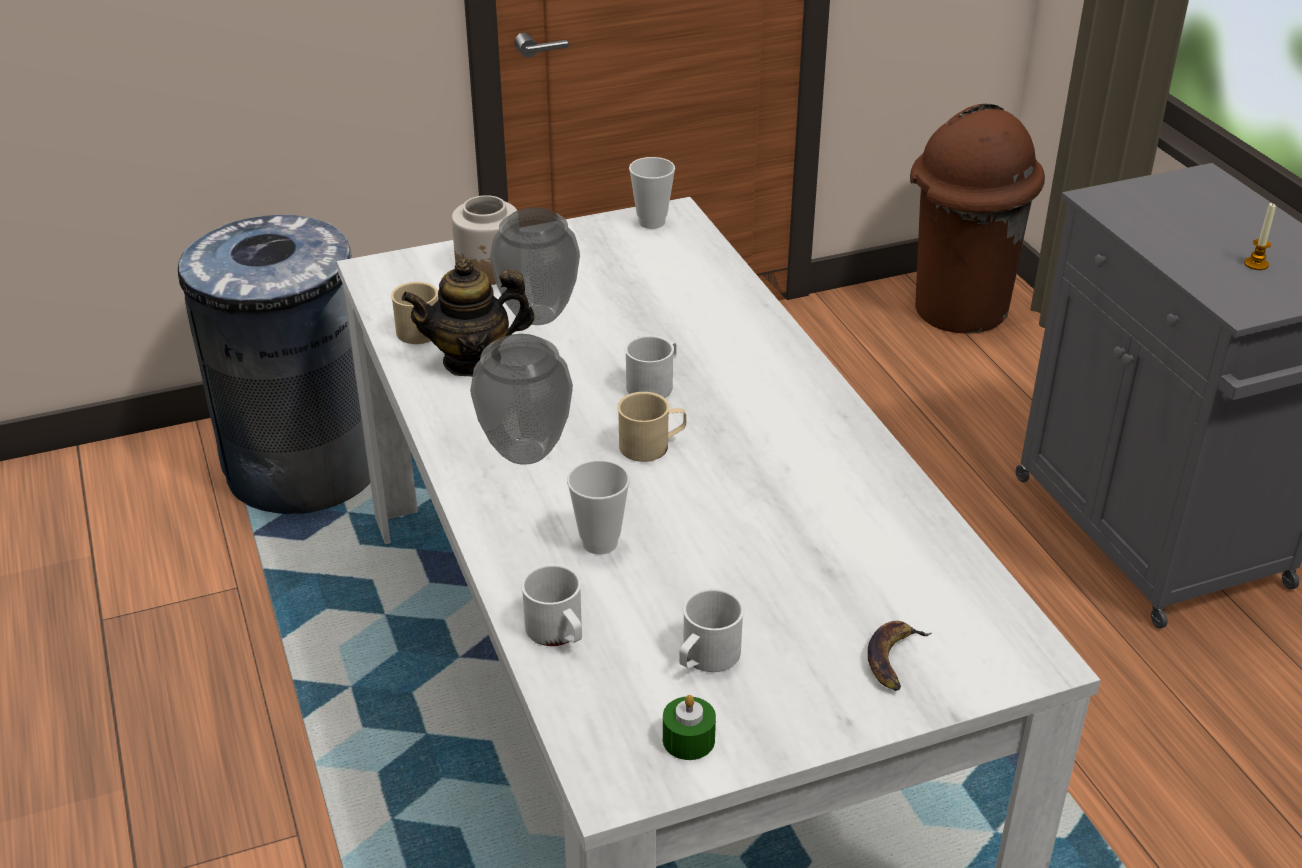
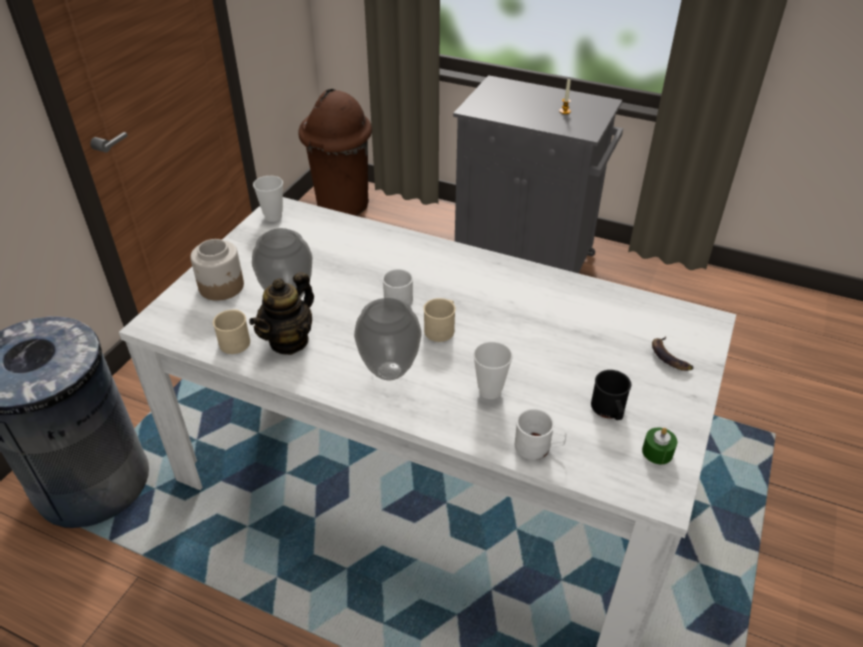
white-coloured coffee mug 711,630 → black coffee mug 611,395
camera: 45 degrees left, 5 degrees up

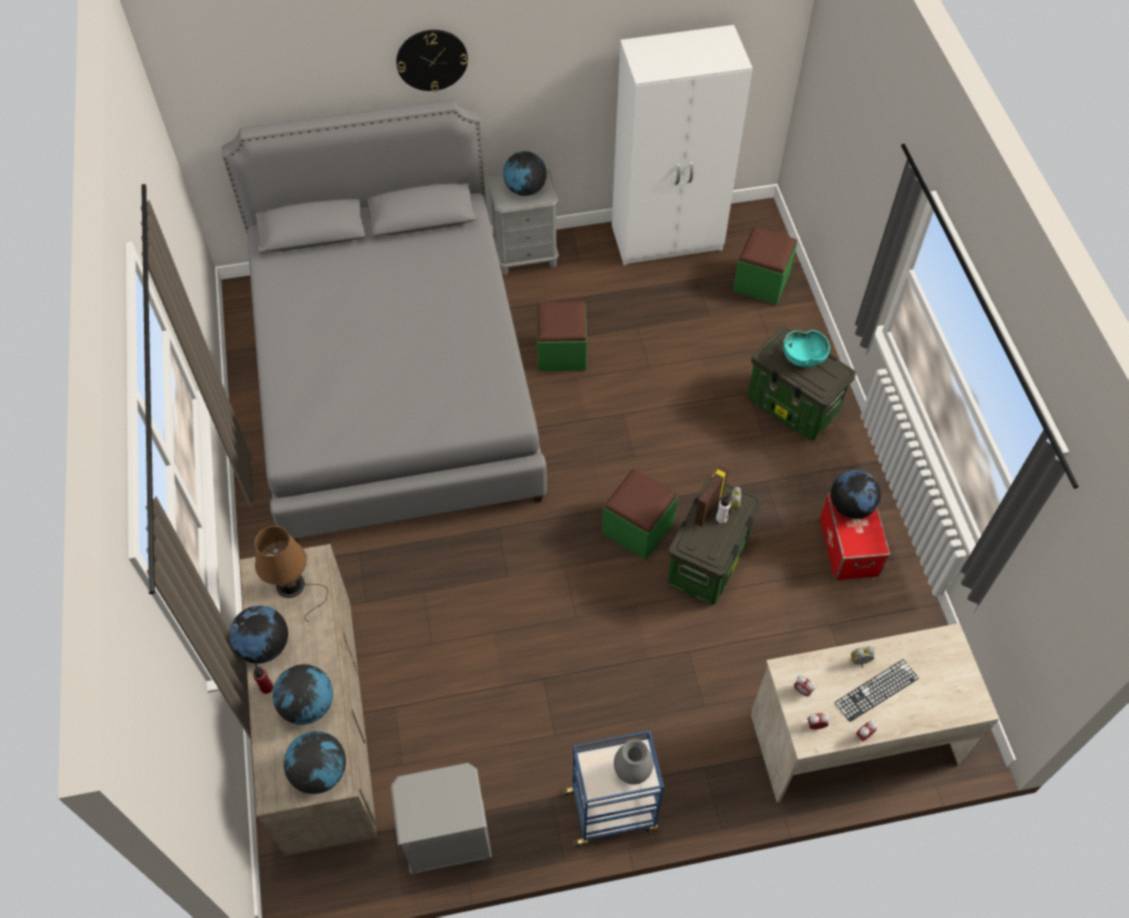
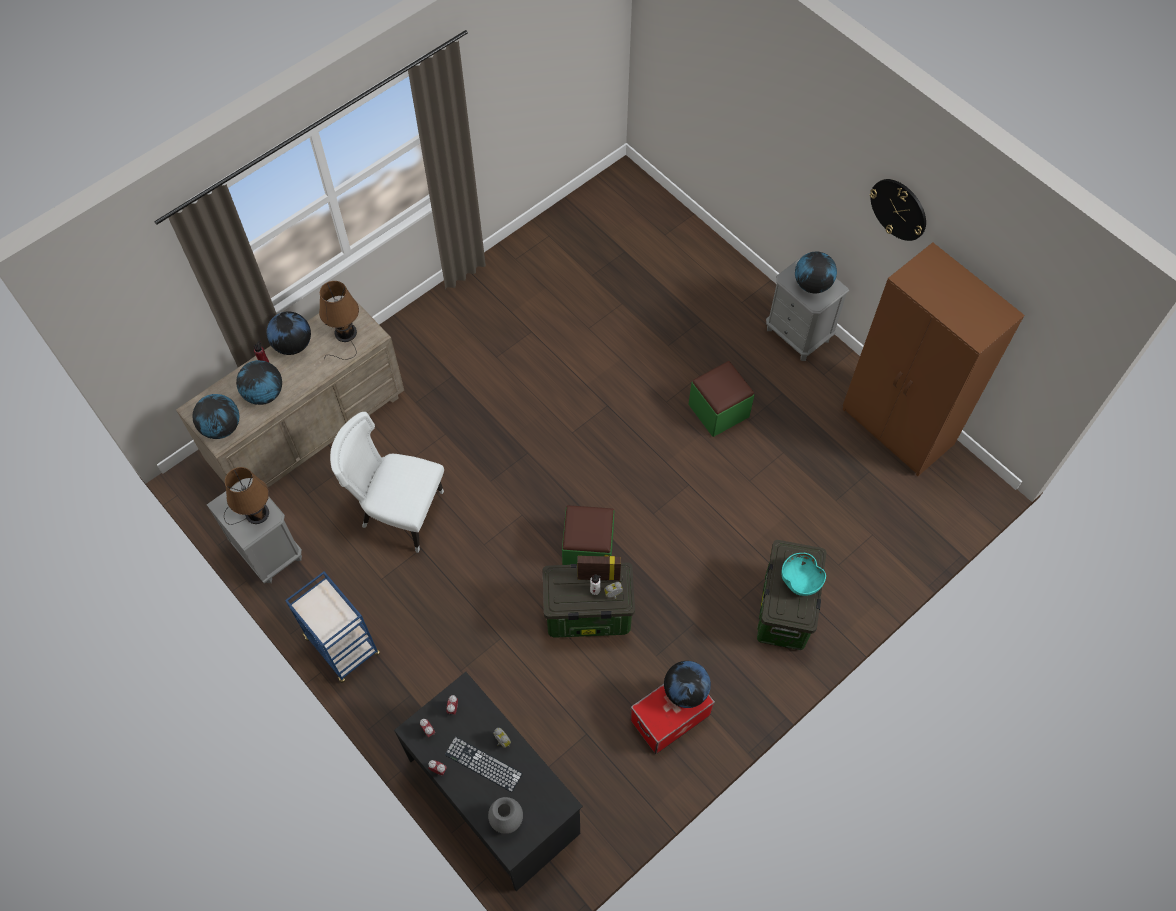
white-coloured armoire 682,145 → brownish armoire 933,359
wall clock 432,61 → wall clock 898,210, move
greyish bed 384,321 → -
green pouffe 765,265 → -
sand-coloured desk 875,713 → black desk 488,781
greyish flower vase 634,762 → greyish flower vase 505,815, move
- → white-coloured upright chair 387,482
- → brownish tabletop lamp 246,496
camera: 60 degrees right, 5 degrees up

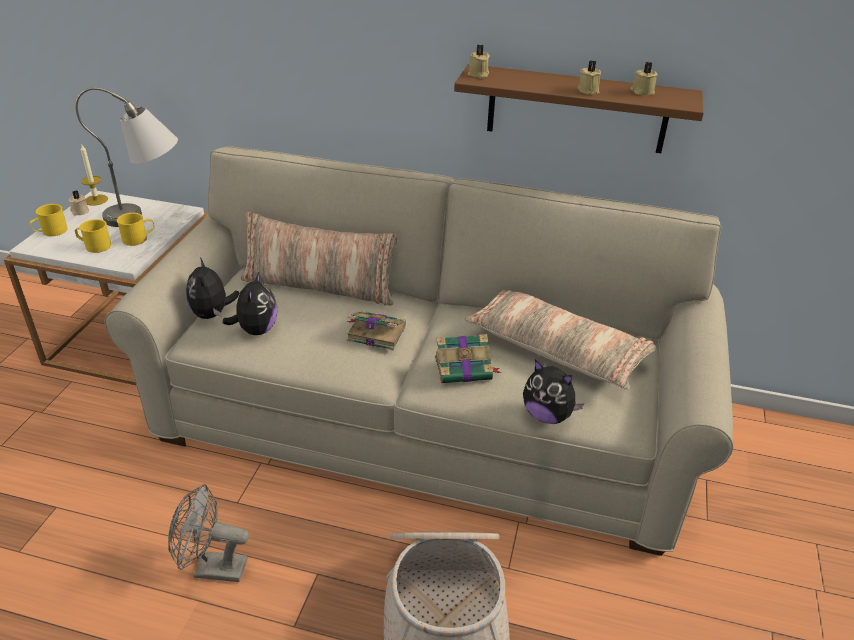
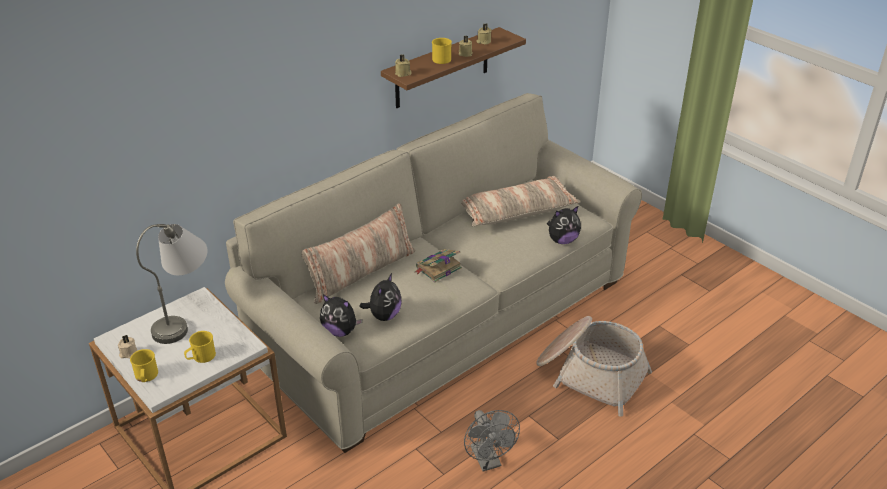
wax light 94,175 → -
yellow coffee mug 135,229 → yellow coffee mug 442,51, move
cuddly toy 250,303 → cuddly toy 380,297, 75 degrees clockwise
book 468,358 → -
greyish electric fan 208,533 → greyish electric fan 492,440, 60 degrees counterclockwise
camera: 55 degrees left, 0 degrees up

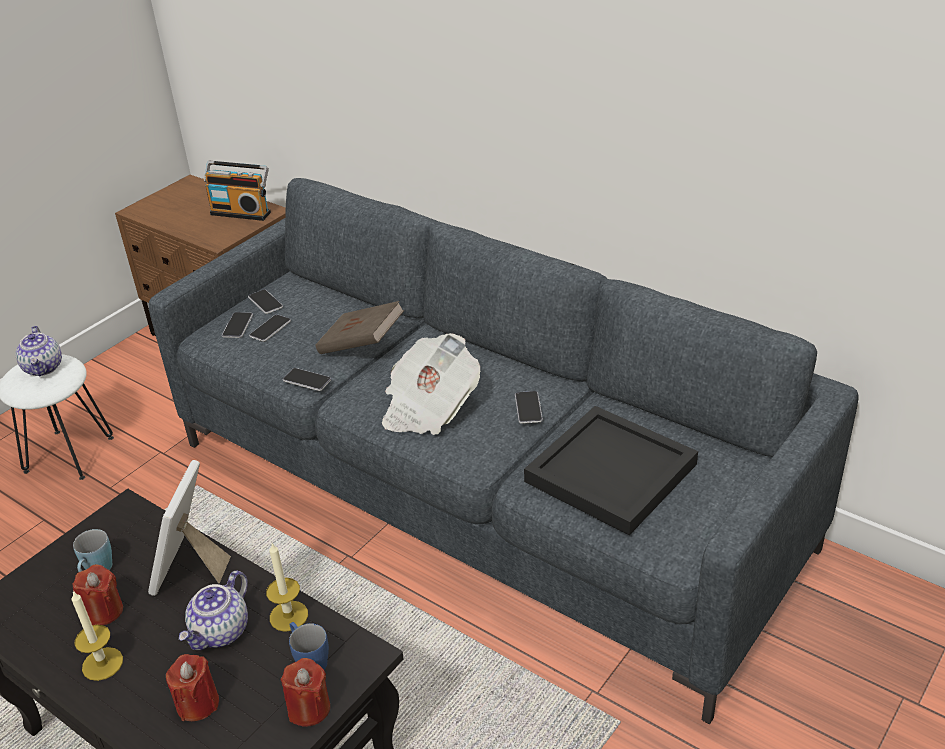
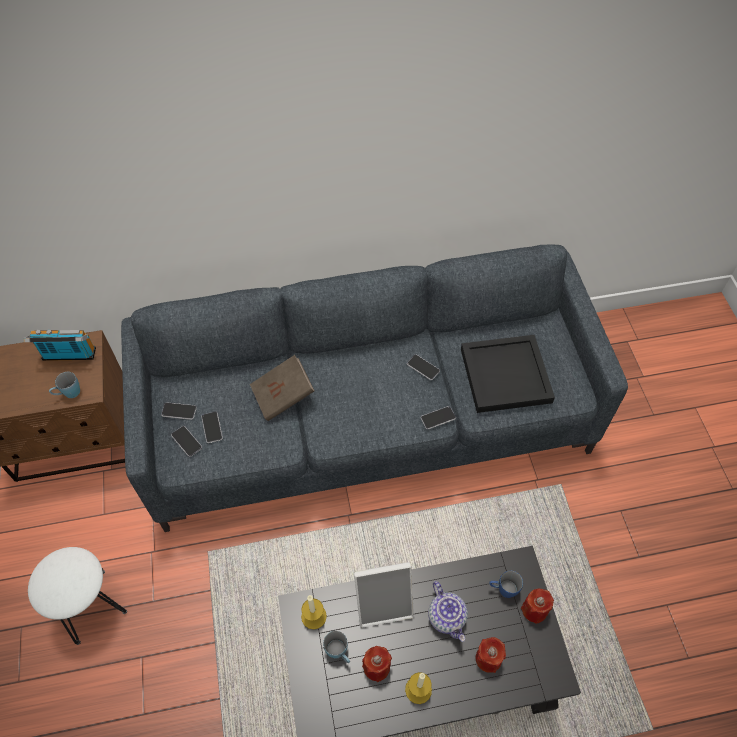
radio set 237,191 → radio set 59,345, 150 degrees counterclockwise
tea pot 38,351 → -
daily paper 431,384 → -
handset 307,379 → handset 438,417, move
photo frame 189,528 → photo frame 384,595, 60 degrees counterclockwise
wax light 287,587 → wax light 314,612, move
- → blue-coloured coffee mug 64,385
camera: 50 degrees left, 20 degrees up

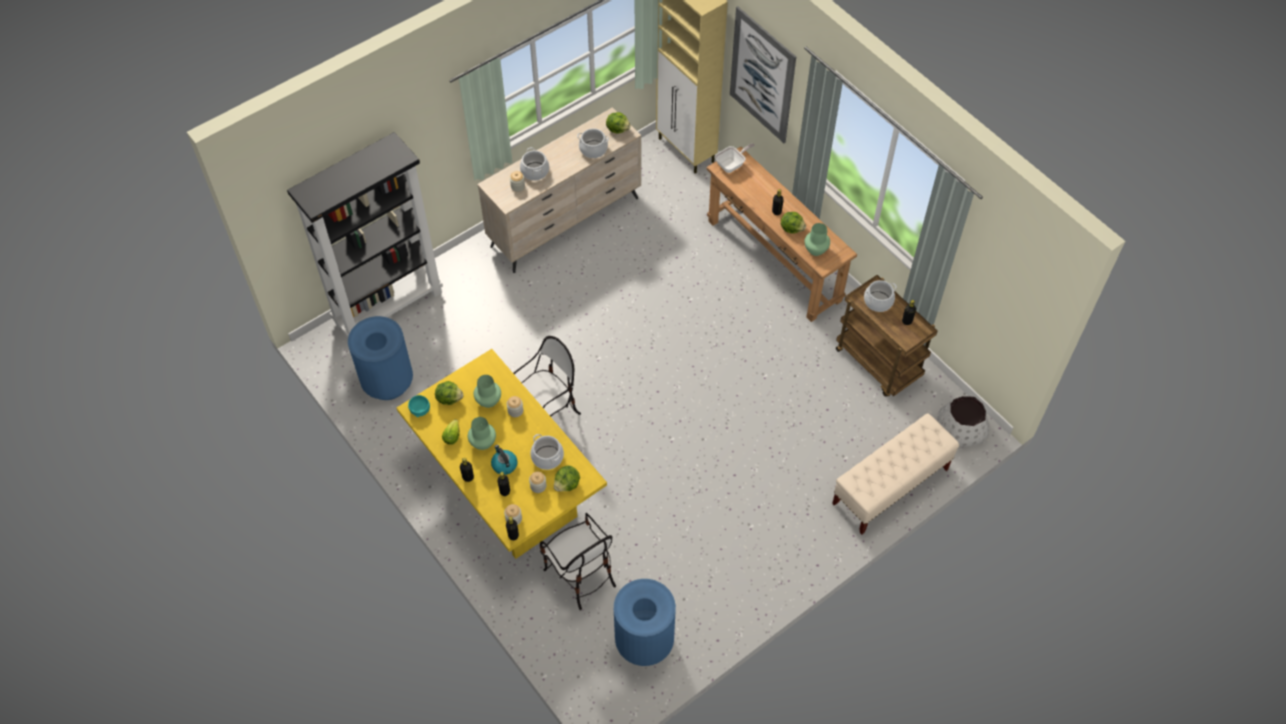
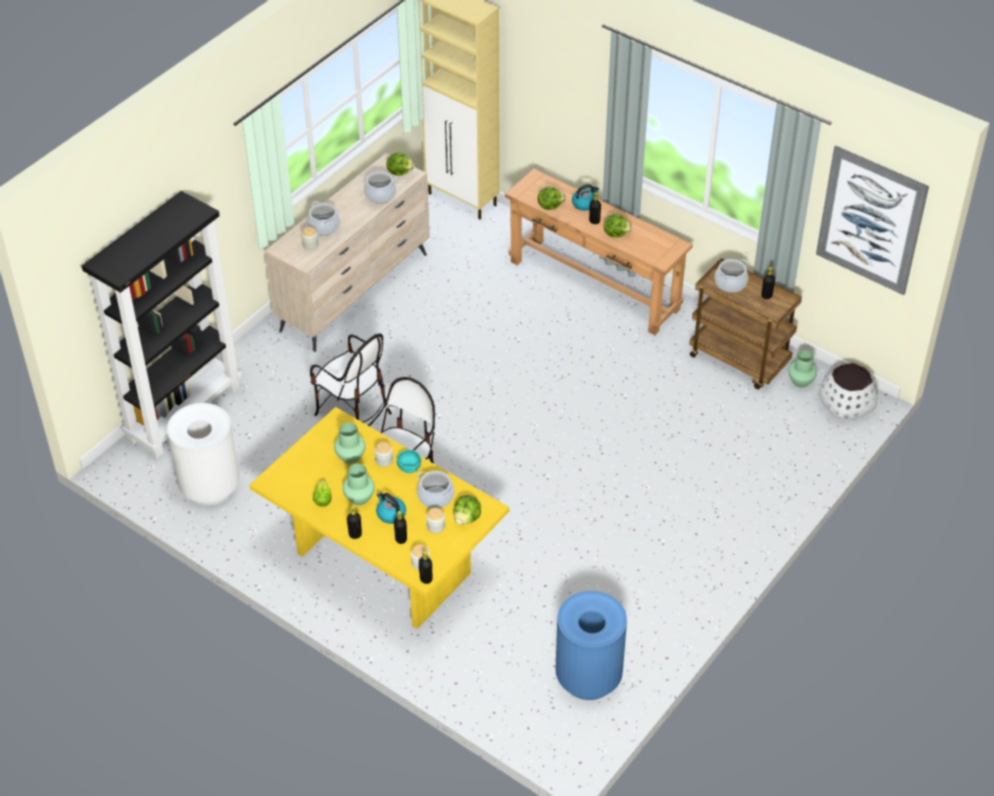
wall picture 763,74 → wall picture 872,220, move
pan 735,158 → -
green flower vase 817,239 → green flower vase 803,369, move
blue-coloured rubbish bin 380,358 → white-coloured rubbish bin 203,454
lettuce head 449,393 → lettuce head 552,198, move
turquoise bowl 419,406 → turquoise bowl 409,462, move
sand-coloured long seat 895,473 → -
upright chair 578,561 → upright chair 351,378, move
- → kettle 585,197
camera: 15 degrees left, 10 degrees down

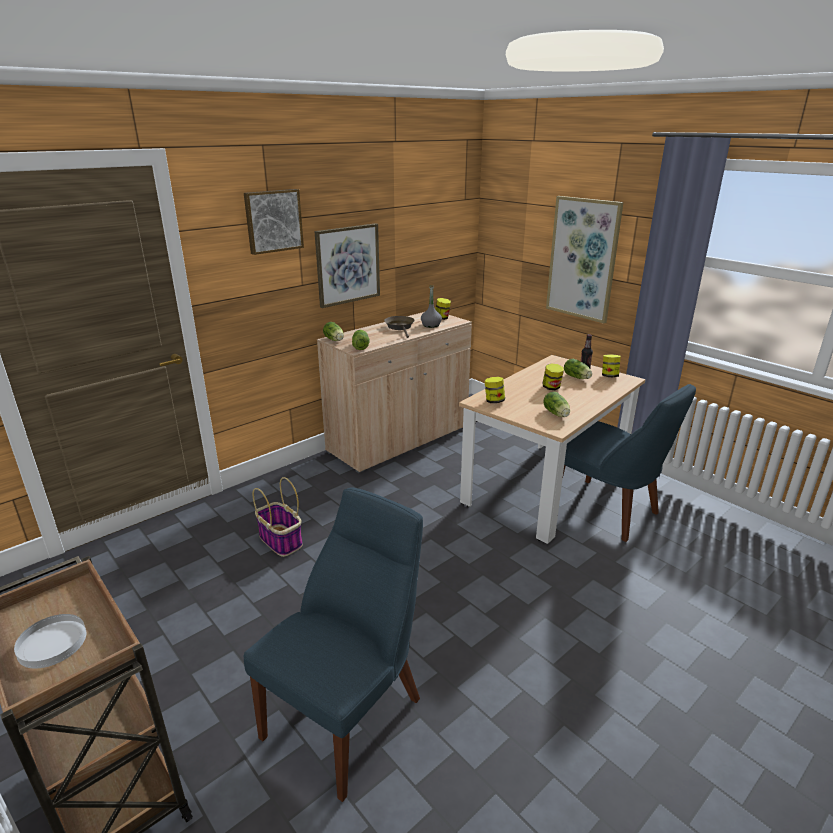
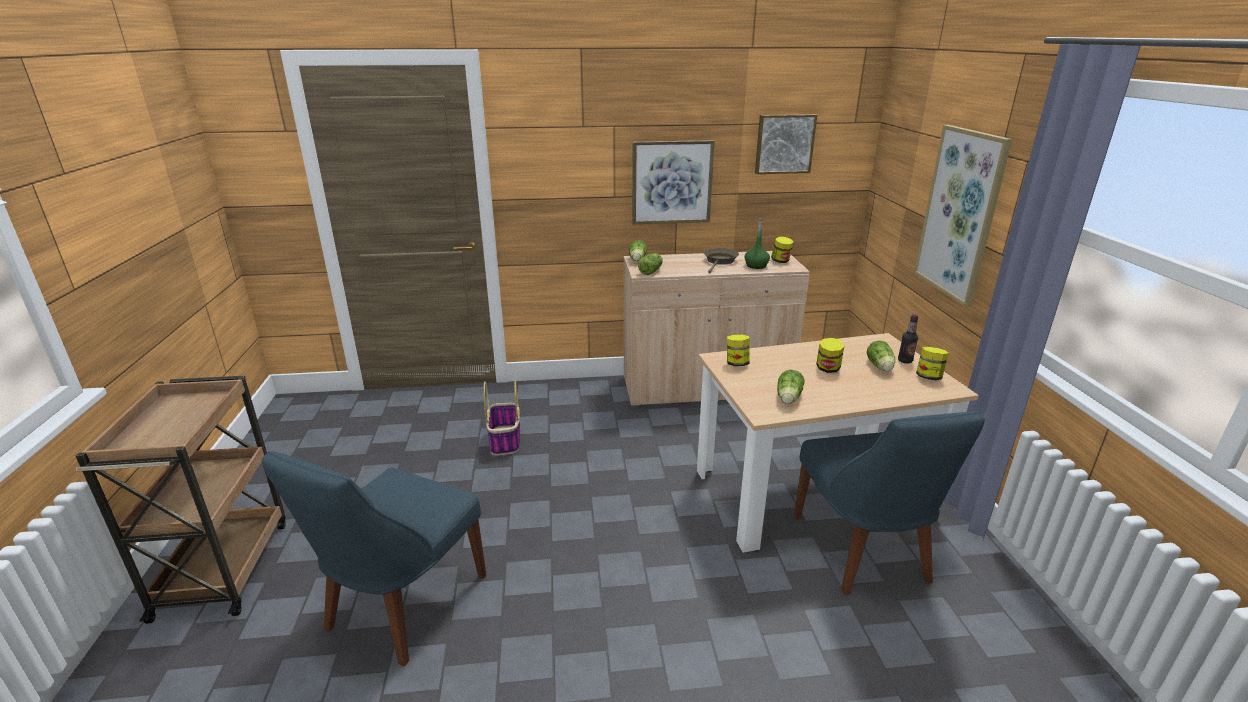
wall picture 274,222 → wall picture 786,144, move
greyish bottle 431,306 → green bottle 757,244
blue-coloured upright chair 333,645 → blue-coloured upright chair 374,558, 135 degrees clockwise
white-coloured dinner plate 50,641 → -
camera: 35 degrees right, 0 degrees up

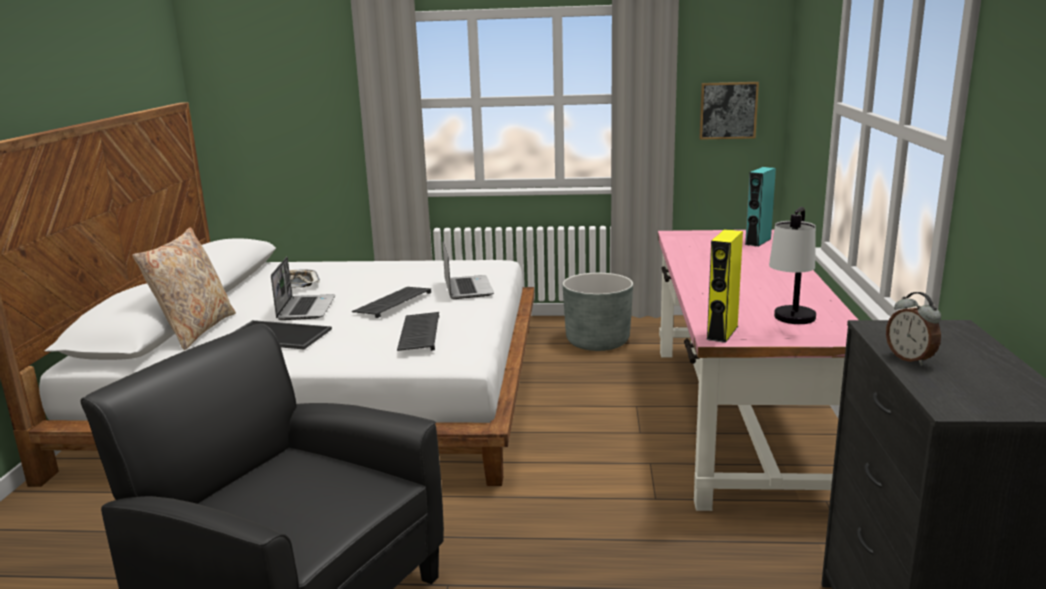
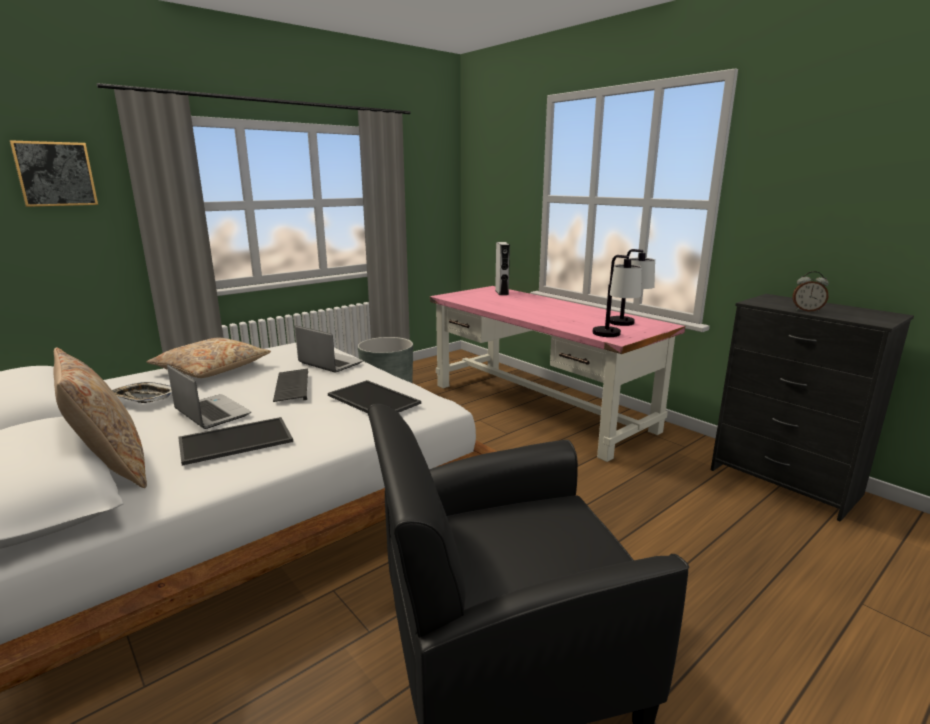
wall picture 729,111 → wall picture 54,173, move
turquoise loudspeaker 760,207 → greyish loudspeaker 502,268
yellow loudspeaker 724,286 → tabletop lamp 617,296
keyboard 418,331 → carrying tray 374,396
- → sand-coloured throw pillow 209,358
camera: 45 degrees left, 0 degrees up

